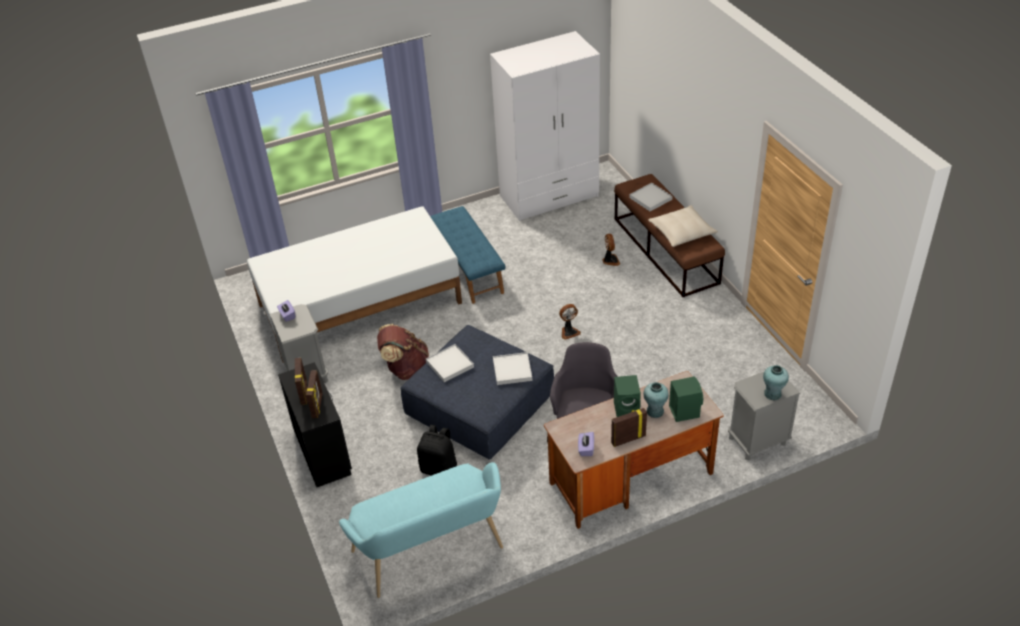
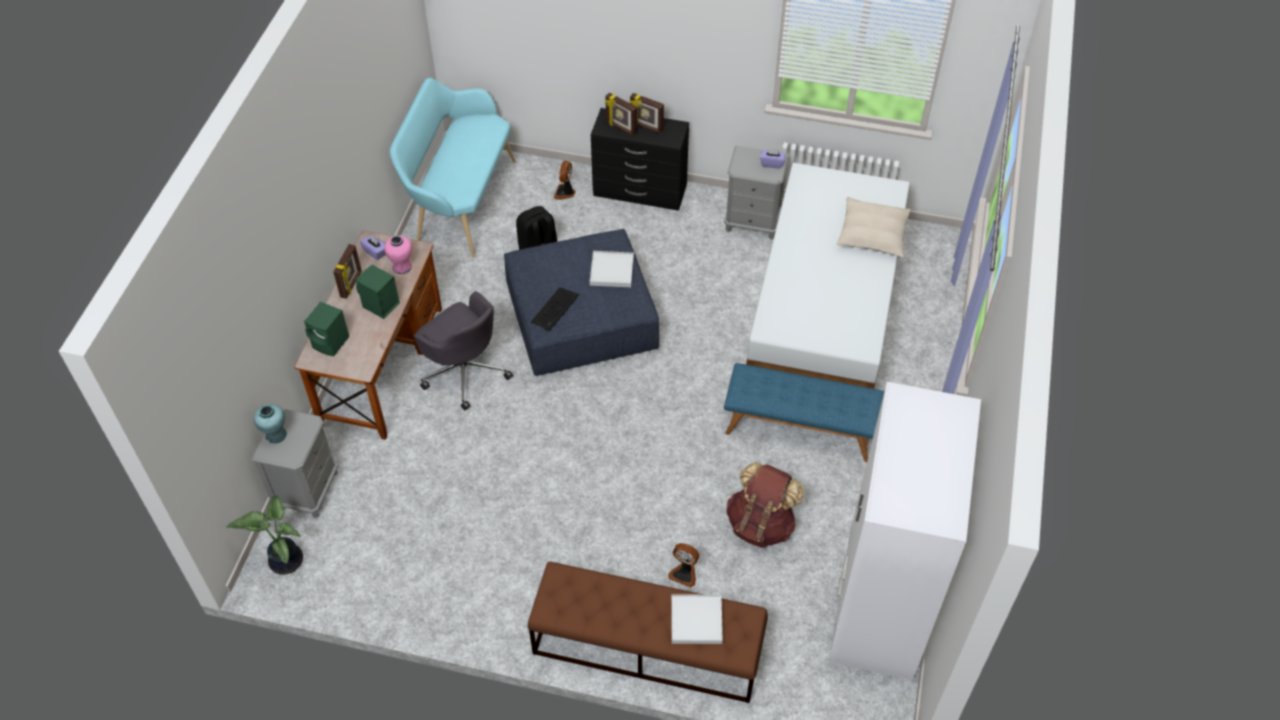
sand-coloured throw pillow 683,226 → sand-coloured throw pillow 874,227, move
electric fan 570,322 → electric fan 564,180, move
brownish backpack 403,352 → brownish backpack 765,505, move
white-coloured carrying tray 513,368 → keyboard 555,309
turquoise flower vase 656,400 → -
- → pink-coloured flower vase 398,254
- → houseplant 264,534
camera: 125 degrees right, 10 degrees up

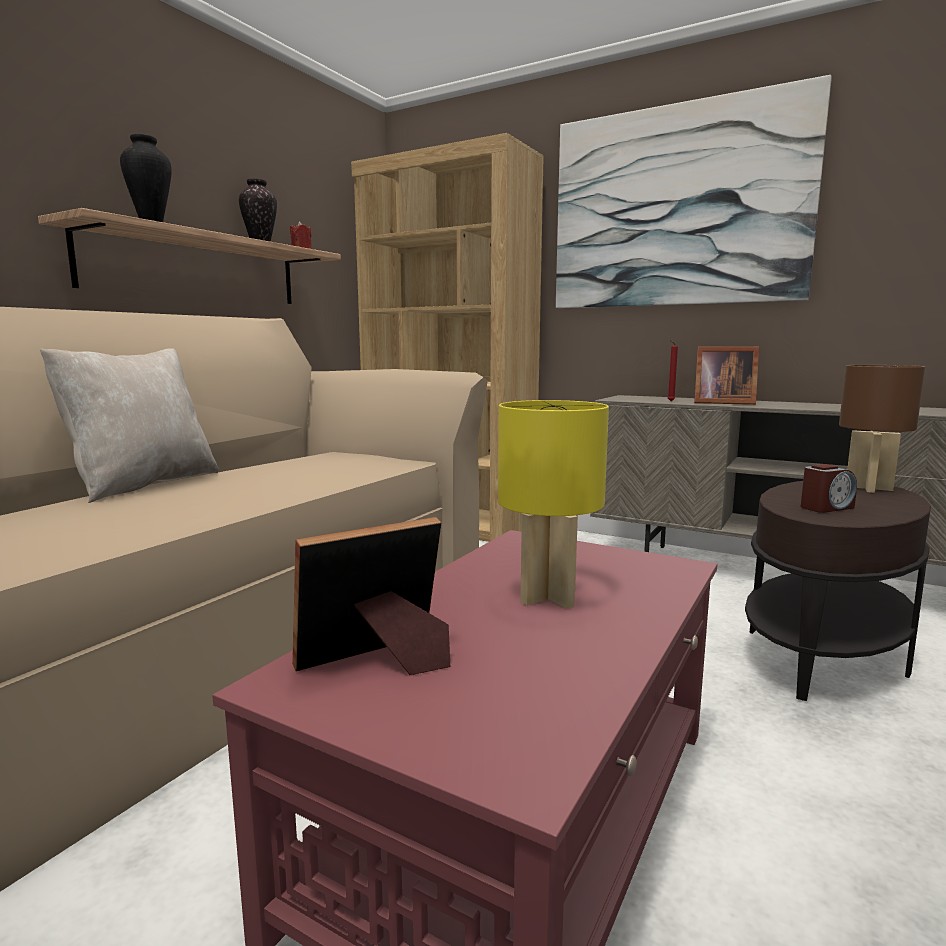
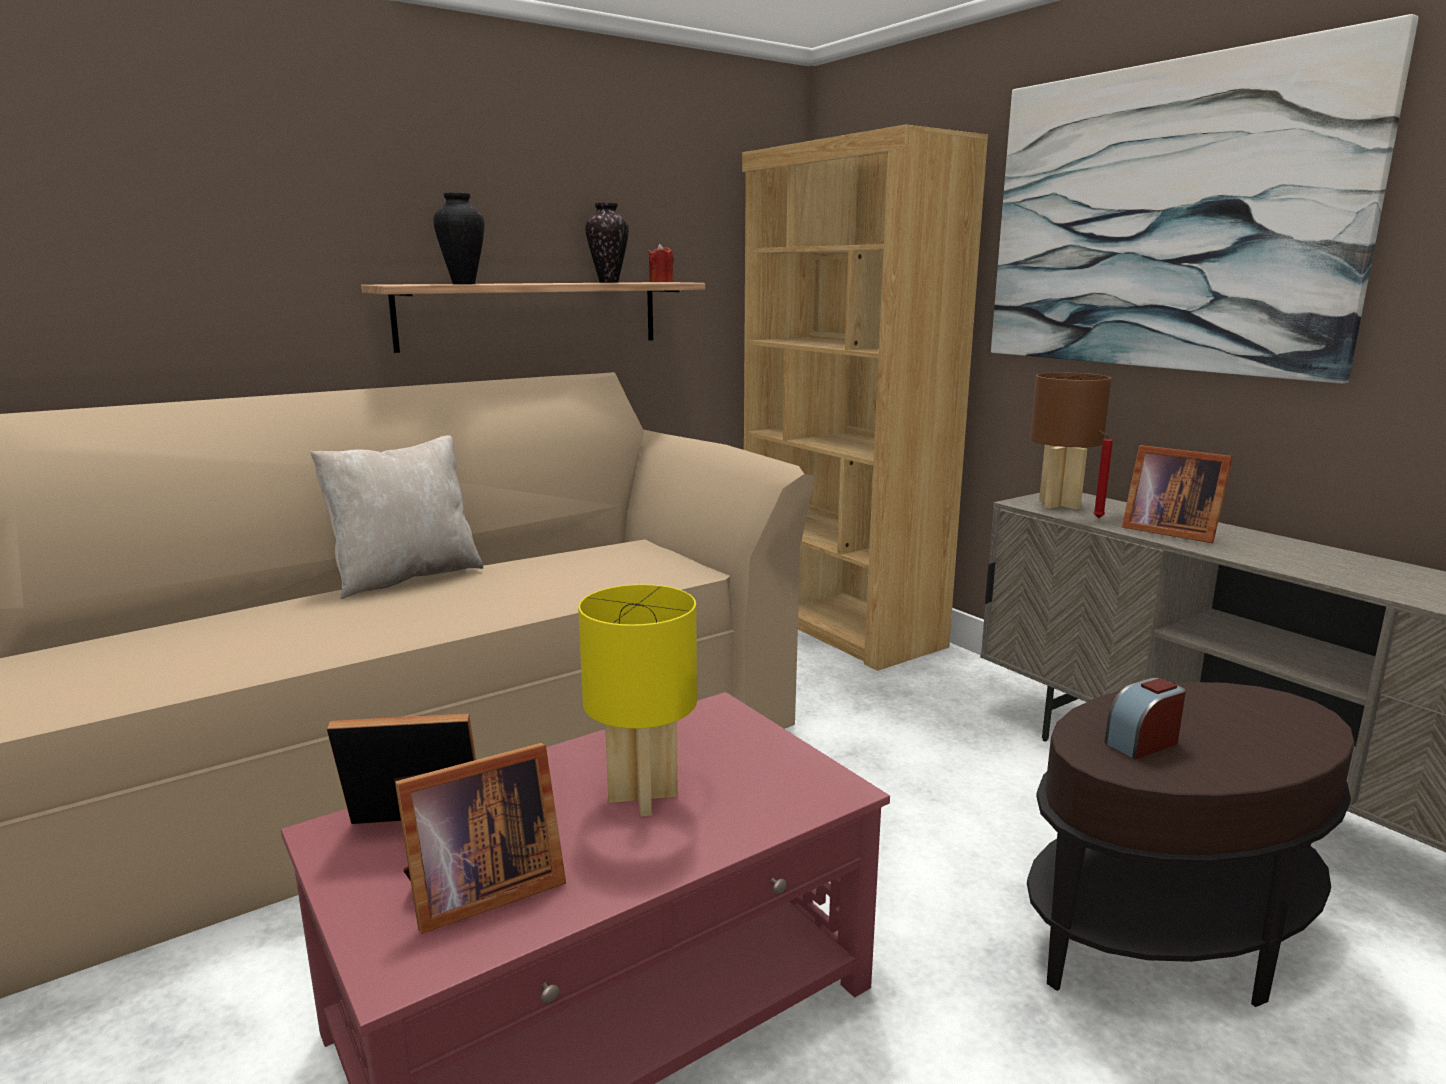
brownish tabletop lamp 882,429 → brownish tabletop lamp 1070,441, move
alarm clock 829,488 → alarm clock 1145,718, 150 degrees clockwise
- → photo frame 480,838
camera: 25 degrees right, 5 degrees up

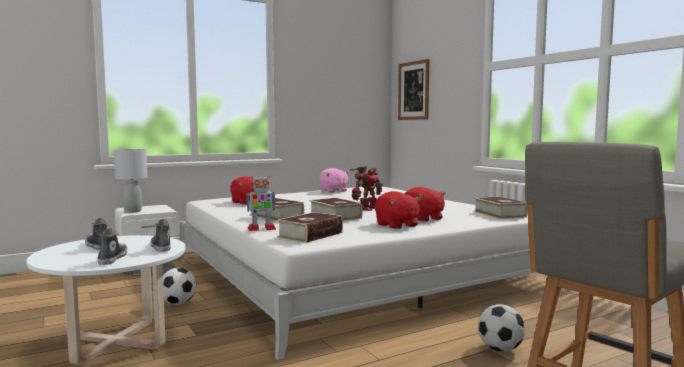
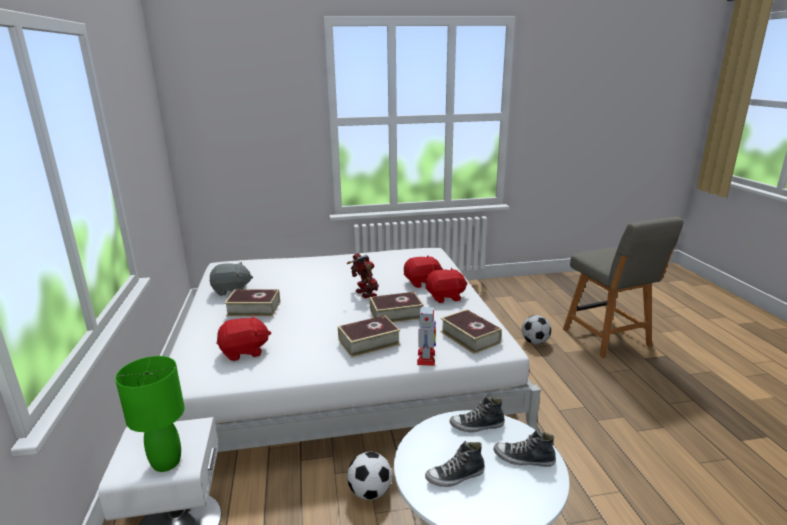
wall picture 413,89 → -
greyish tabletop lamp 130,181 → green tabletop lamp 150,414
pink-coloured cuddly toy 334,180 → greyish cuddly toy 231,279
book 501,208 → book 252,303, move
camera: 70 degrees left, 15 degrees up

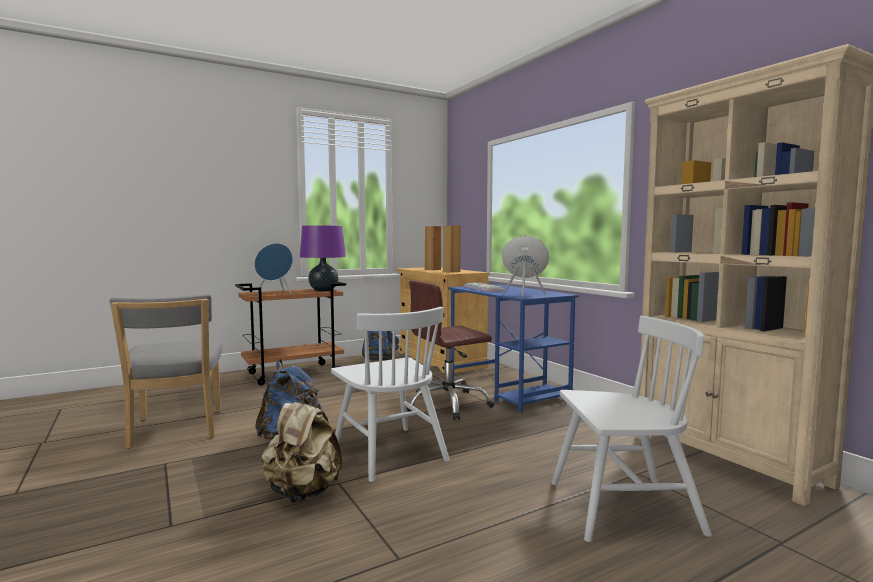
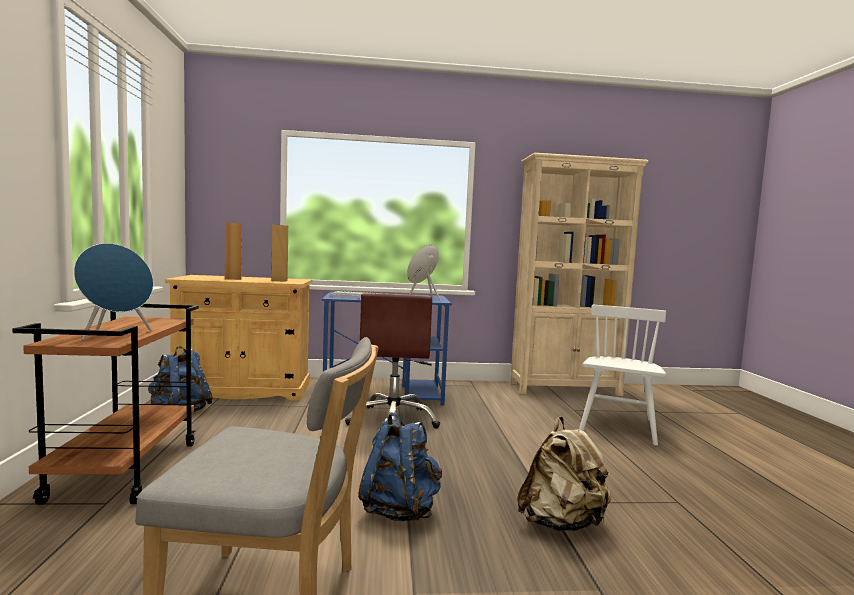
purplish tabletop lamp 323,259 → -
white-coloured upright chair 390,394 → -
camera: 65 degrees left, 0 degrees up

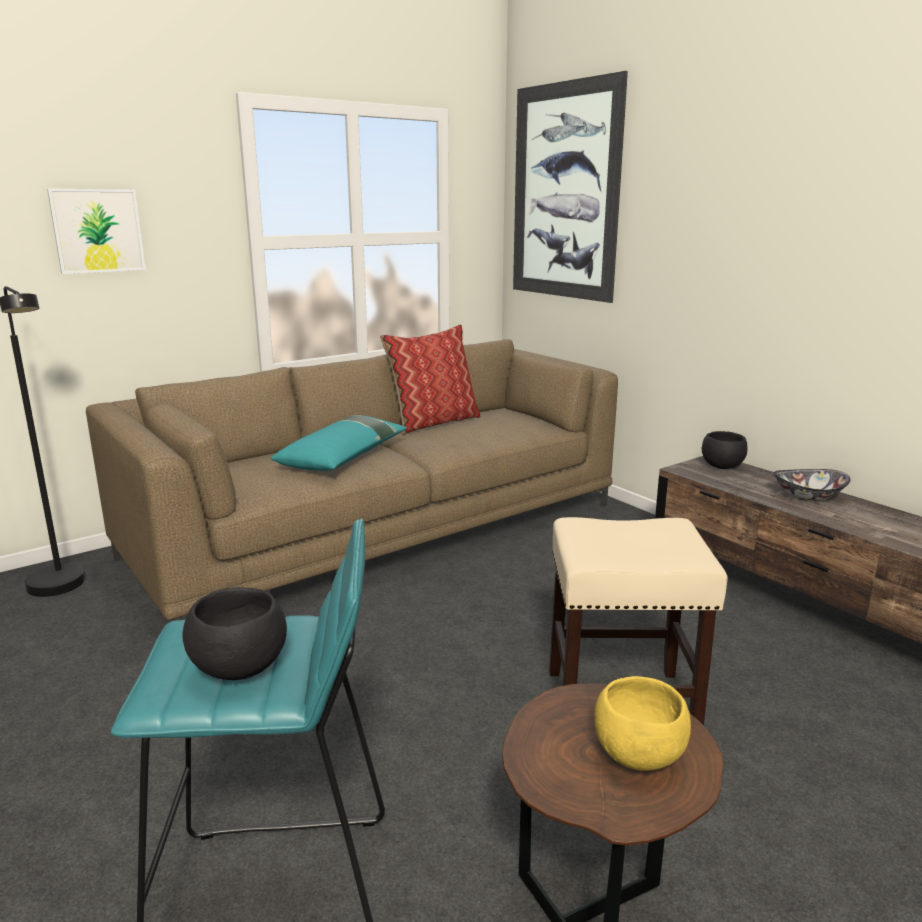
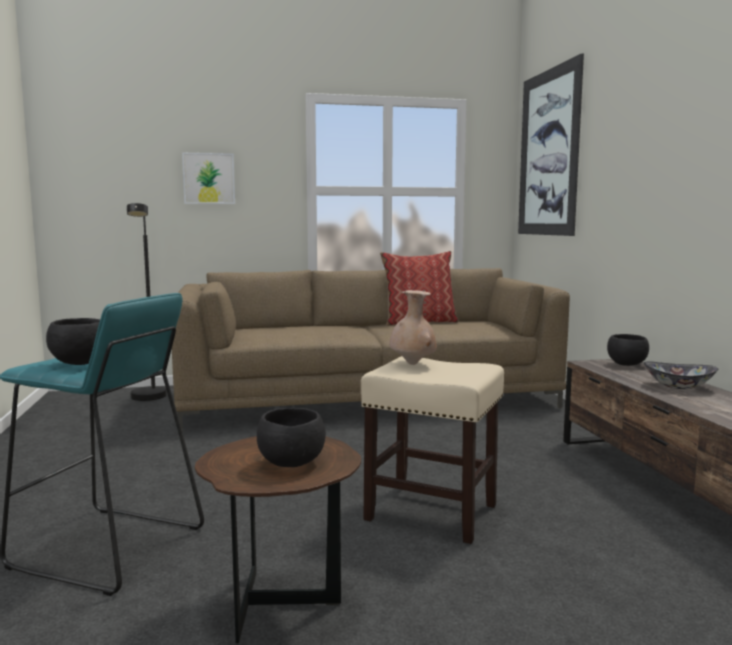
turquoise throw pillow 339,443 → -
yellow bowl 643,723 → black bowl 291,437
- → sand-coloured flower vase 413,327
camera: 25 degrees right, 10 degrees down

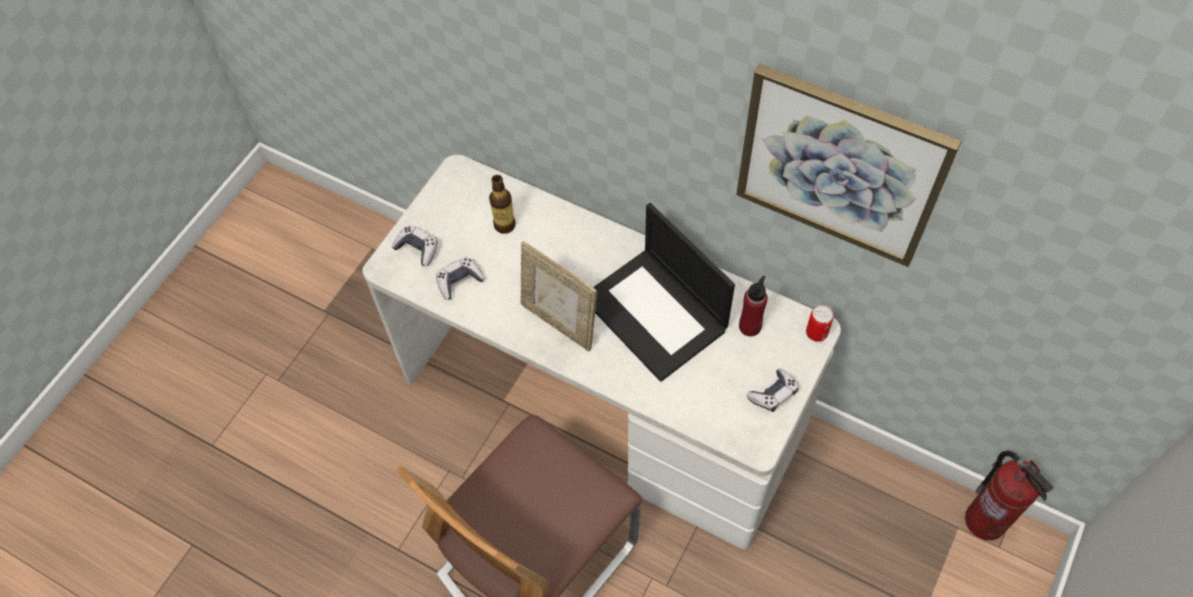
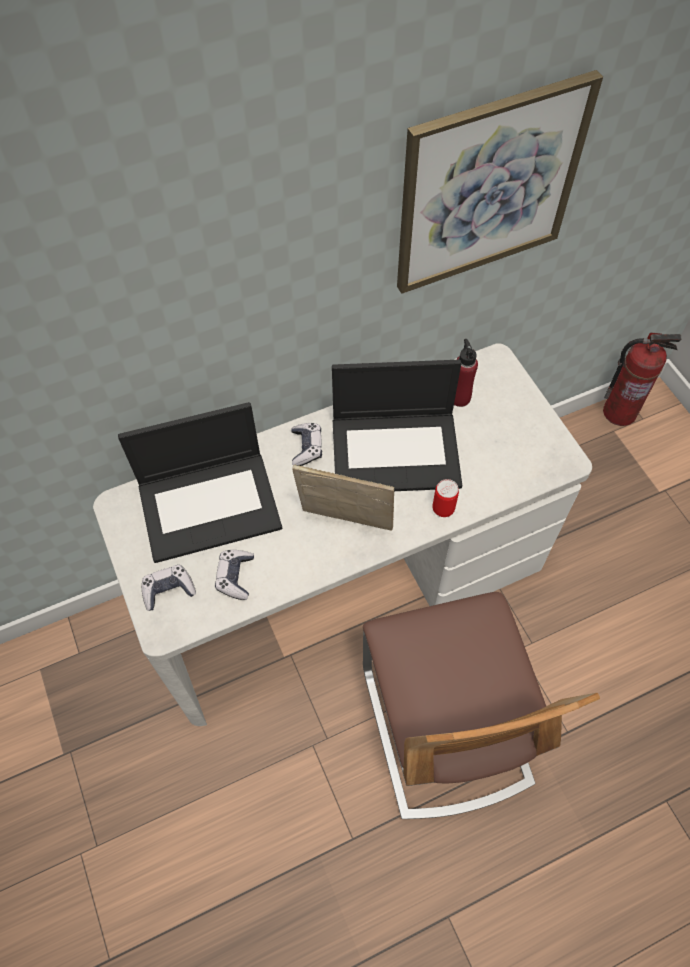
bottle 502,204 → laptop 200,482
photo frame 558,296 → photo frame 343,497, 150 degrees counterclockwise
sealed can 820,323 → sealed can 445,498, move
gamepad 772,390 → gamepad 306,444, move
camera: 55 degrees left, 0 degrees up

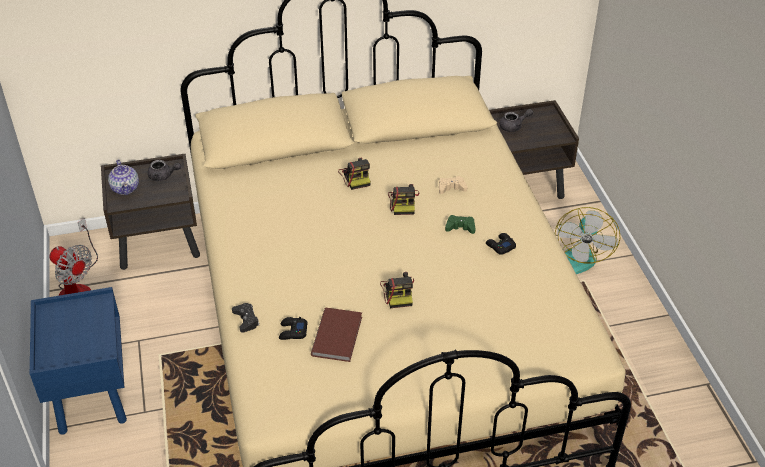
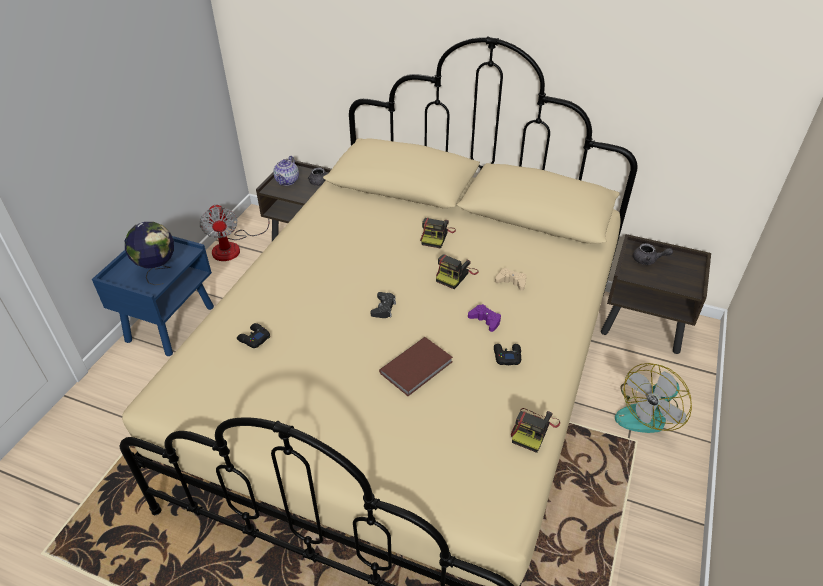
green gamepad 460,224 → purplish gamepad 484,318
still camera 397,290 → still camera 535,430, move
black gamepad 245,318 → black gamepad 383,305, move
brownish book 336,335 → brownish book 416,366, move
- → desk globe 149,253
camera: 35 degrees right, 0 degrees up

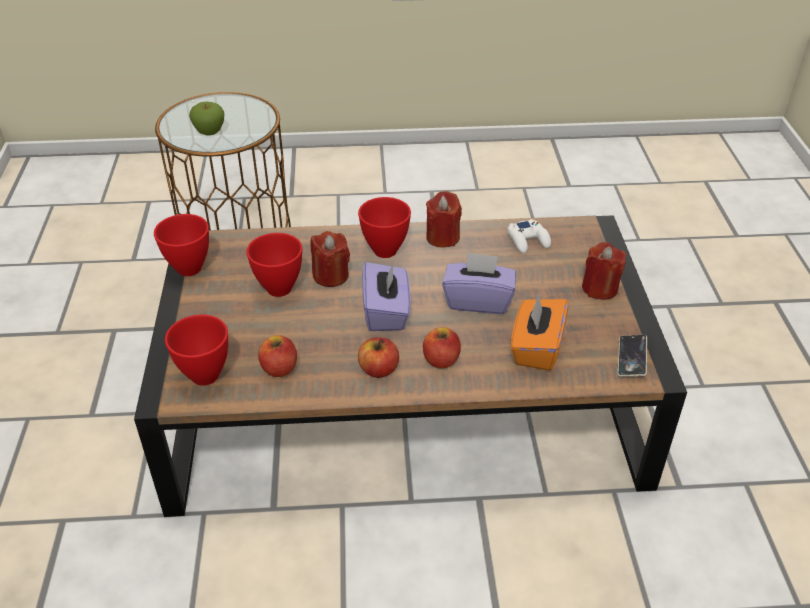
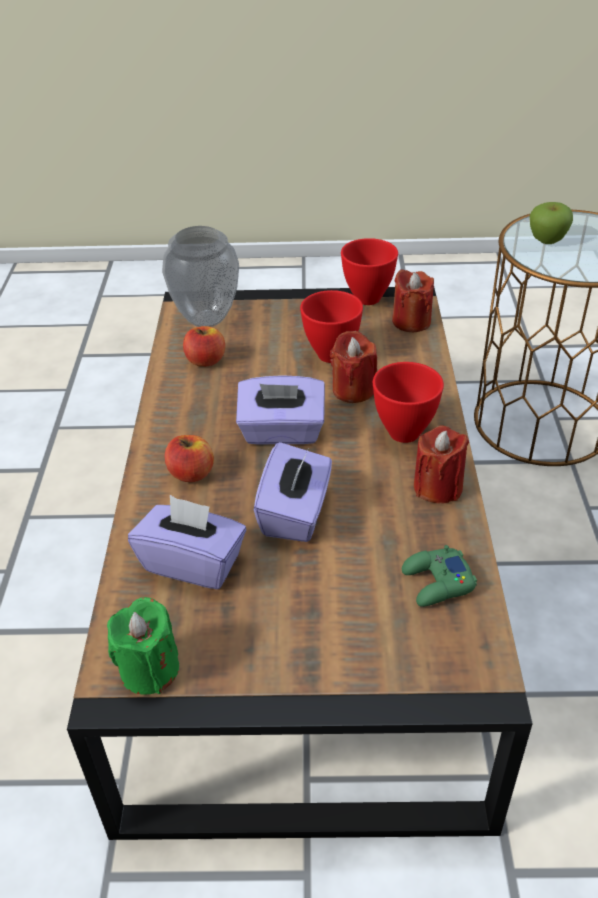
white-coloured gamepad 529,236 → green gamepad 439,576
red wax light 604,271 → red wax light 413,301, move
orange-coloured box of tissues 539,332 → purplish box of tissues 187,542
red bowl 196,350 → flower vase 200,276
handset 632,356 → green wax light 143,646
apple 378,357 → -
camera: 95 degrees right, 0 degrees up

